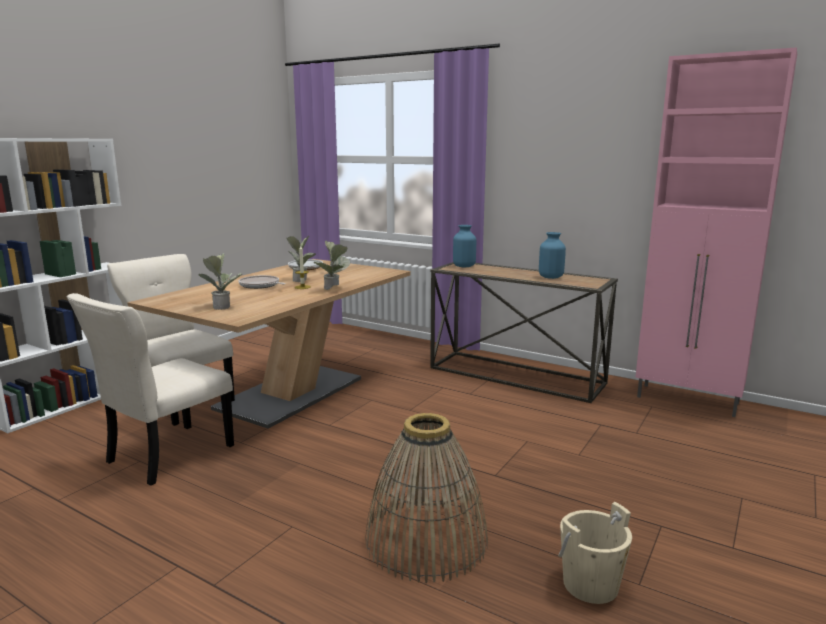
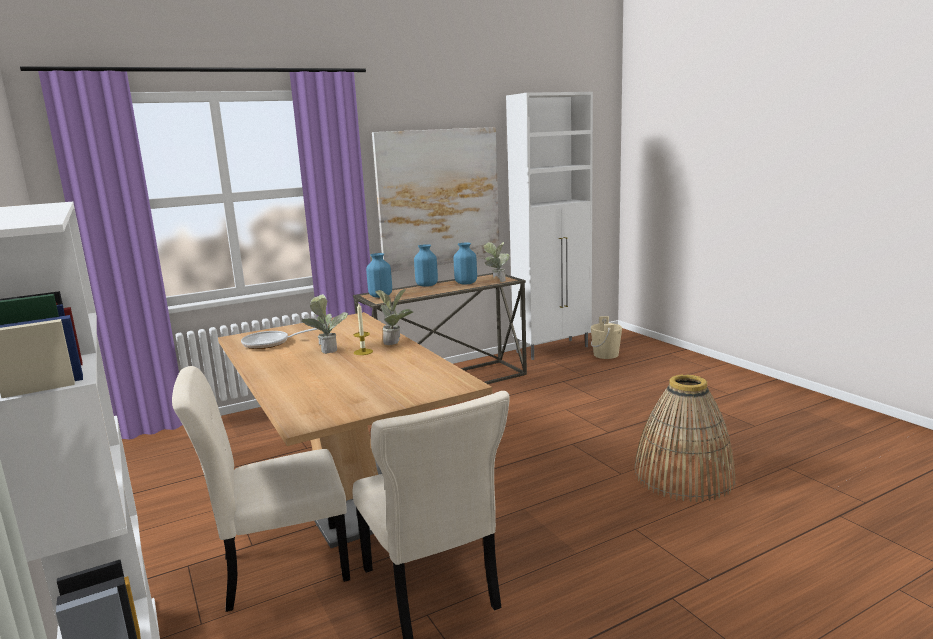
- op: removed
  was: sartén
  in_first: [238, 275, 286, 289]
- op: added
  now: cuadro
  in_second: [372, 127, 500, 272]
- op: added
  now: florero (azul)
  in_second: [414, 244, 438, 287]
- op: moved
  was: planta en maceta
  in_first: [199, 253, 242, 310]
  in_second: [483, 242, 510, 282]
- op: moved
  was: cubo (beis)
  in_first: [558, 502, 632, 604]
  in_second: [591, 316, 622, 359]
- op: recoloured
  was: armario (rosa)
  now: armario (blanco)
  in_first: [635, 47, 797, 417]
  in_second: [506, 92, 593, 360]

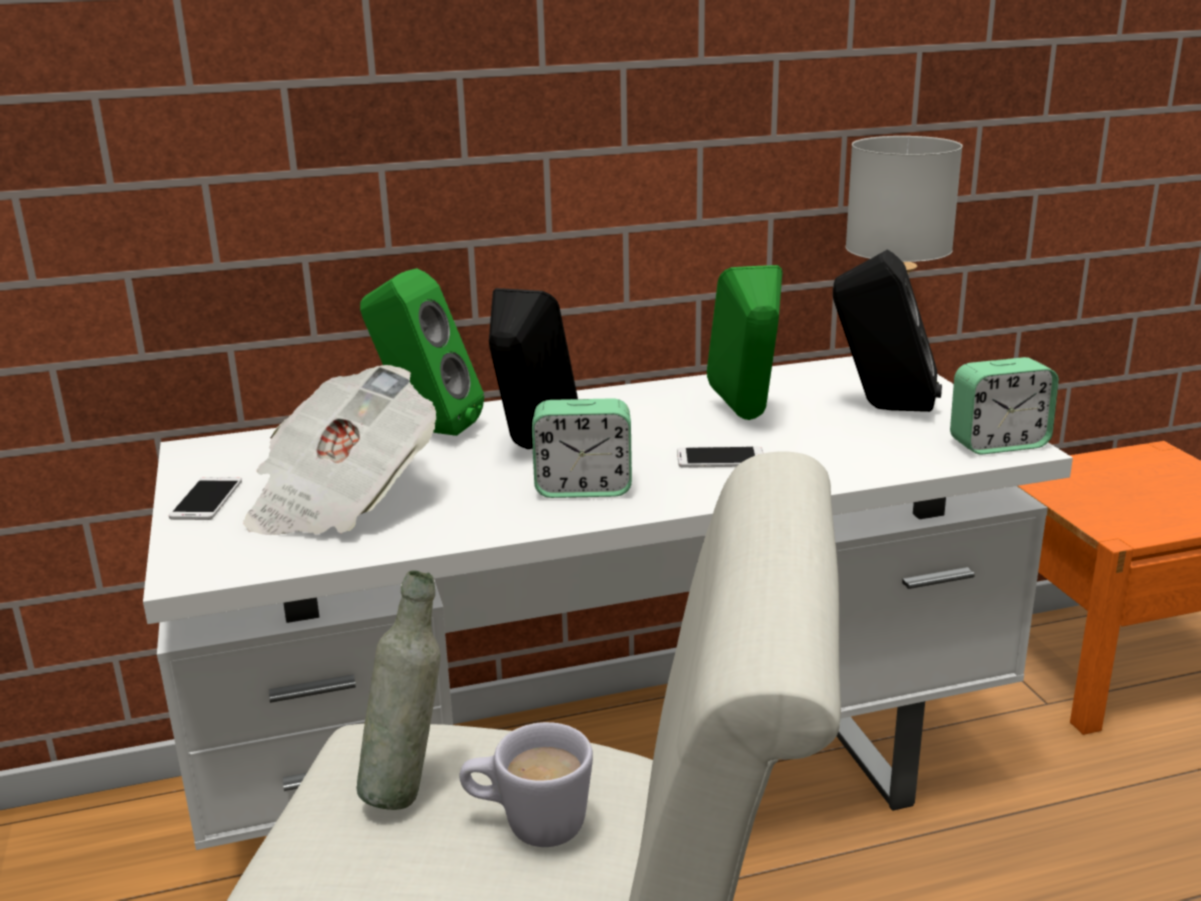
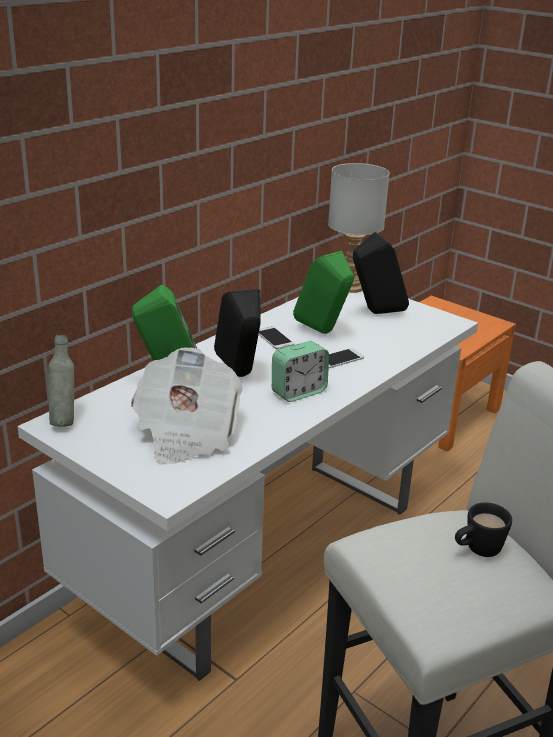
- op: removed
  was: despertador
  in_first: [950, 357, 1059, 455]
- op: moved
  was: móvil
  in_first: [169, 477, 242, 520]
  in_second: [259, 326, 294, 349]
- op: moved
  was: botella (gris)
  in_first: [356, 571, 441, 810]
  in_second: [48, 335, 74, 427]
- op: recoloured
  was: taza grande (blanco)
  now: taza grande (negro)
  in_first: [459, 722, 593, 847]
  in_second: [455, 502, 512, 557]

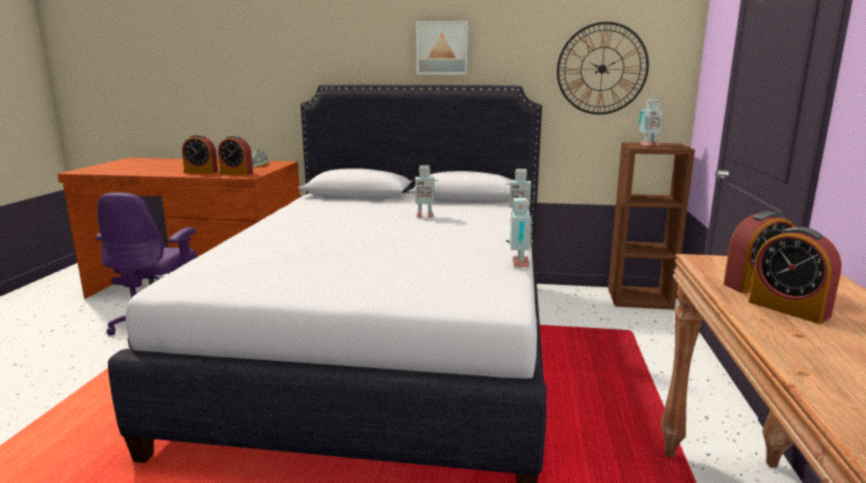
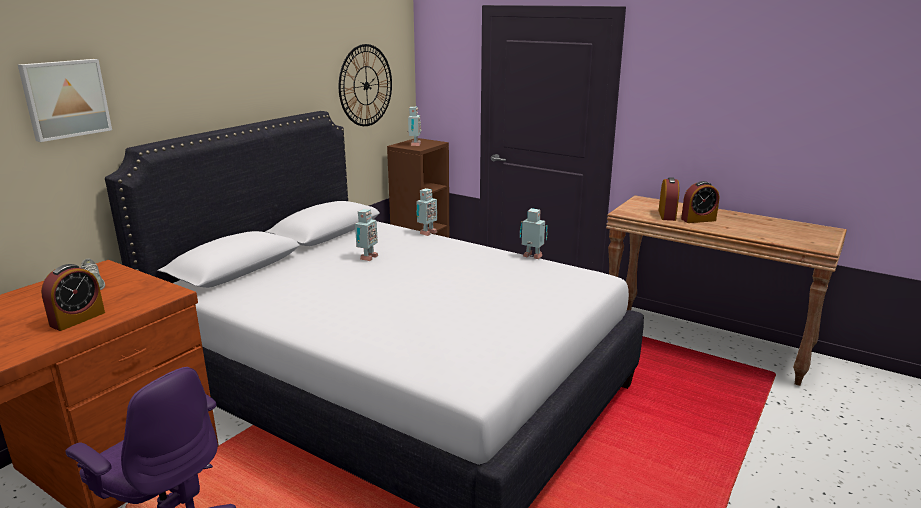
- op: removed
  was: despertador
  in_first: [218, 135, 253, 175]
- op: moved
  was: cuadro
  in_first: [416, 21, 468, 75]
  in_second: [18, 59, 112, 142]

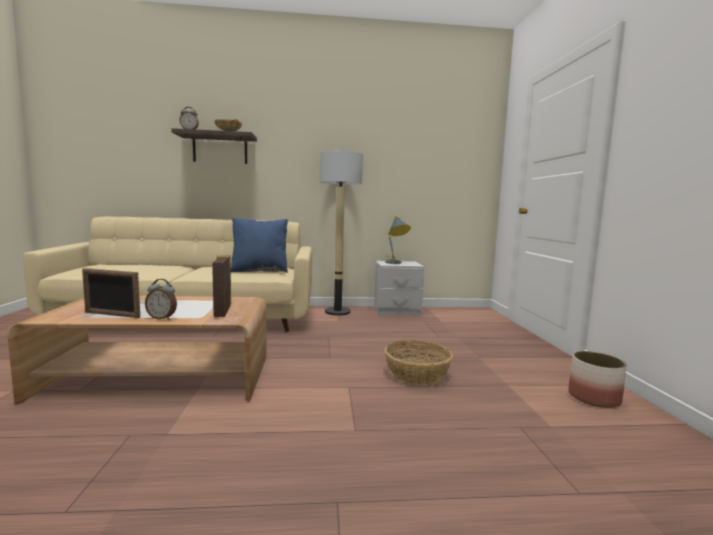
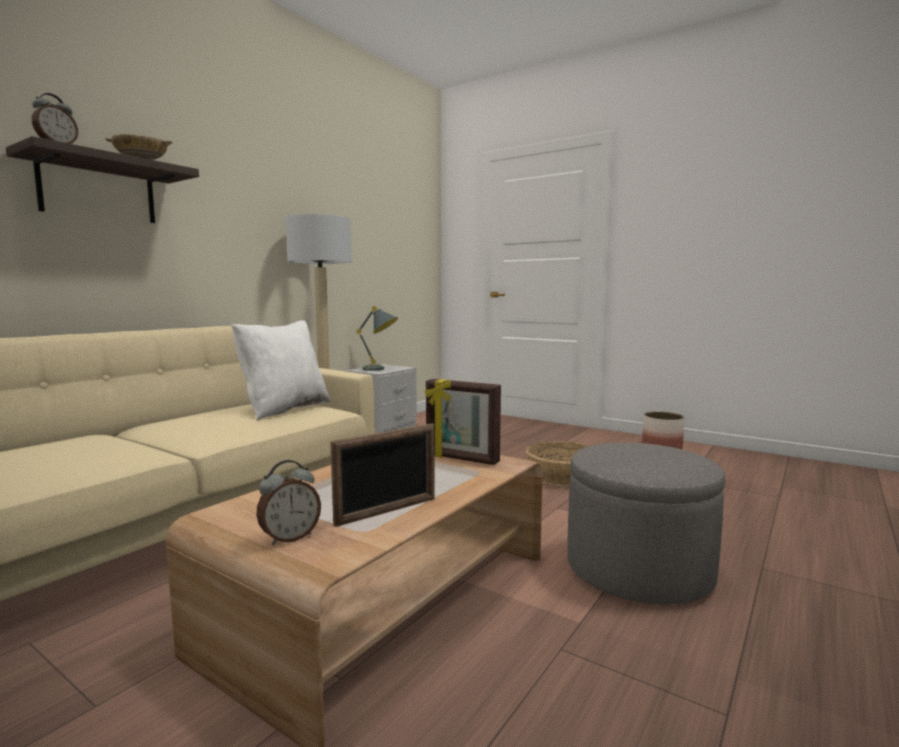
- op: added
  now: puf (gris)
  in_second: [567, 442, 725, 605]
- op: moved
  was: despertador
  in_first: [145, 279, 177, 320]
  in_second: [256, 460, 321, 545]
- op: recoloured
  was: cojín (azul)
  now: cojín (blanco)
  in_first: [231, 217, 288, 273]
  in_second: [232, 320, 330, 421]

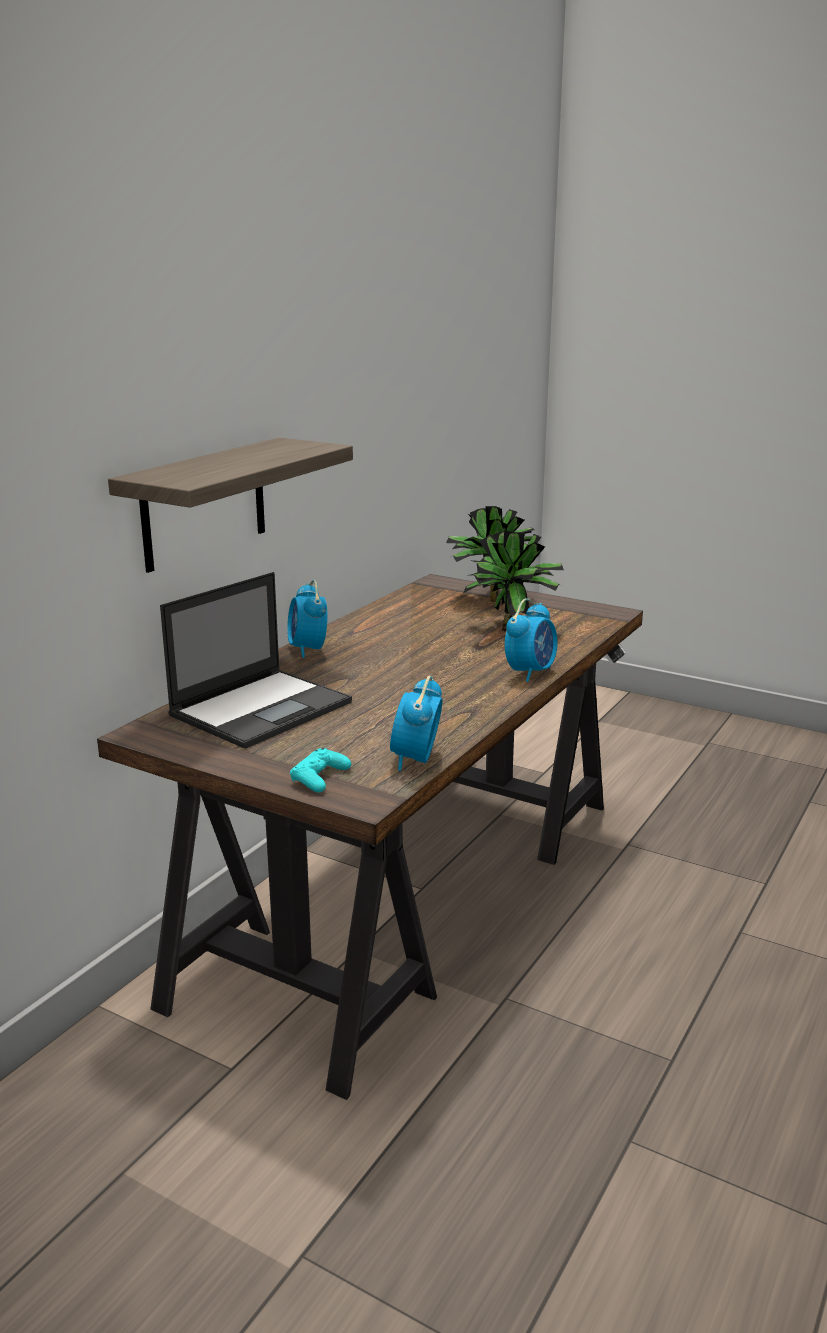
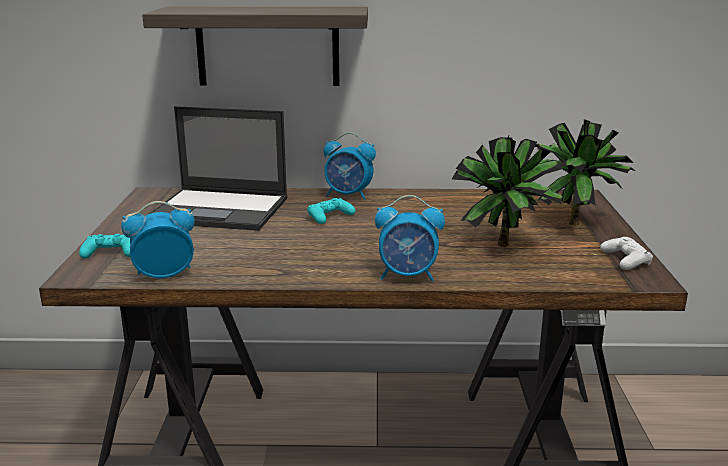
- op: added
  now: mando de consola (turquesa)
  in_second: [307, 198, 356, 224]
- op: added
  now: mando de consola (blanco)
  in_second: [600, 237, 653, 270]
- op: turned
  was: despertador
  in_first: [287, 580, 328, 658]
  in_second: [324, 133, 376, 200]
  clockwise: -120

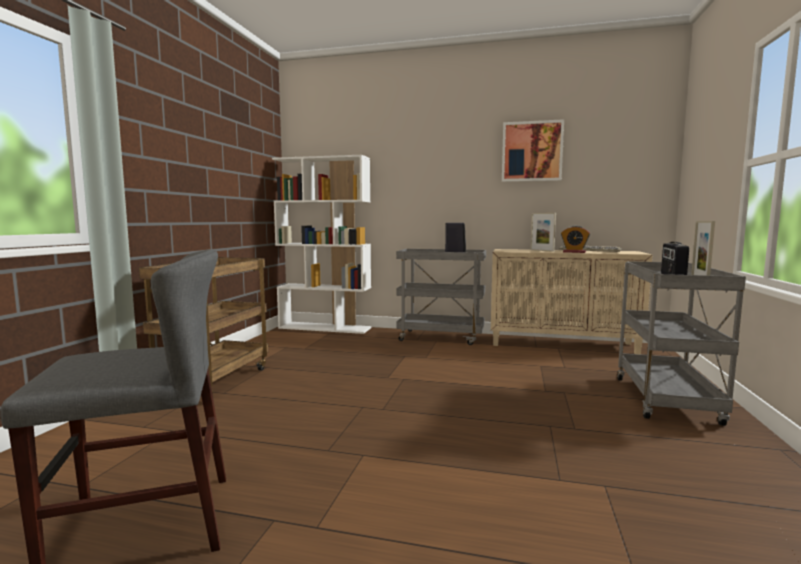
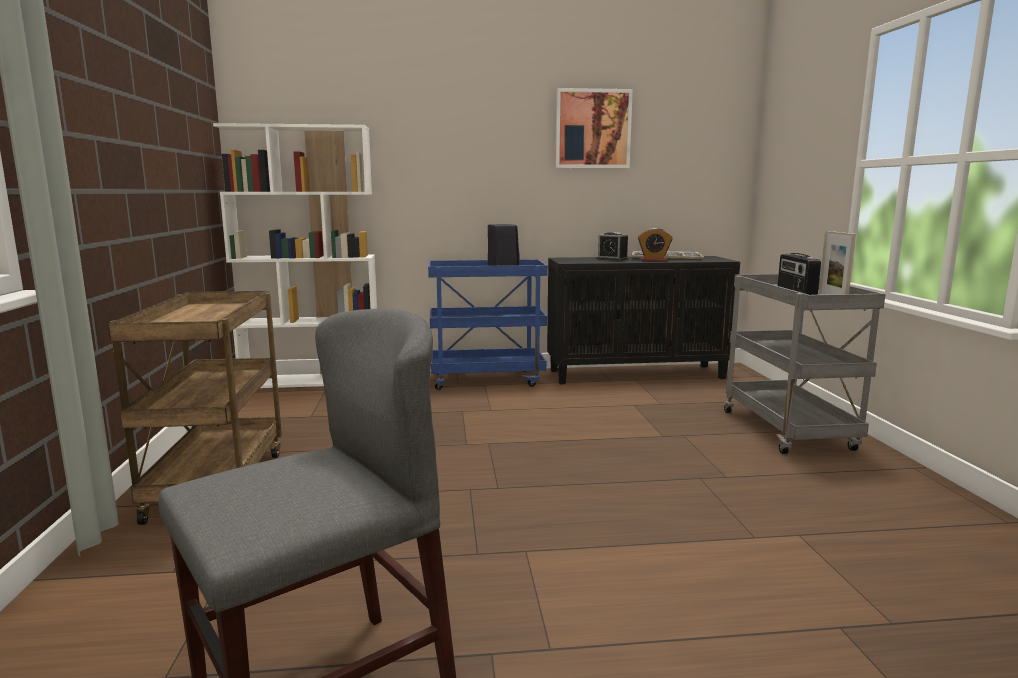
- op: replaced
  was: portarretratos
  now: despertador
  in_first: [530, 213, 556, 252]
  in_second: [596, 232, 628, 261]
- op: recoloured
  was: carrito (gris)
  now: carrito (azul)
  in_first: [396, 249, 486, 345]
  in_second: [428, 259, 548, 390]
- op: recoloured
  was: armario (beis)
  now: armario (negro)
  in_first: [491, 249, 652, 355]
  in_second: [547, 256, 740, 384]

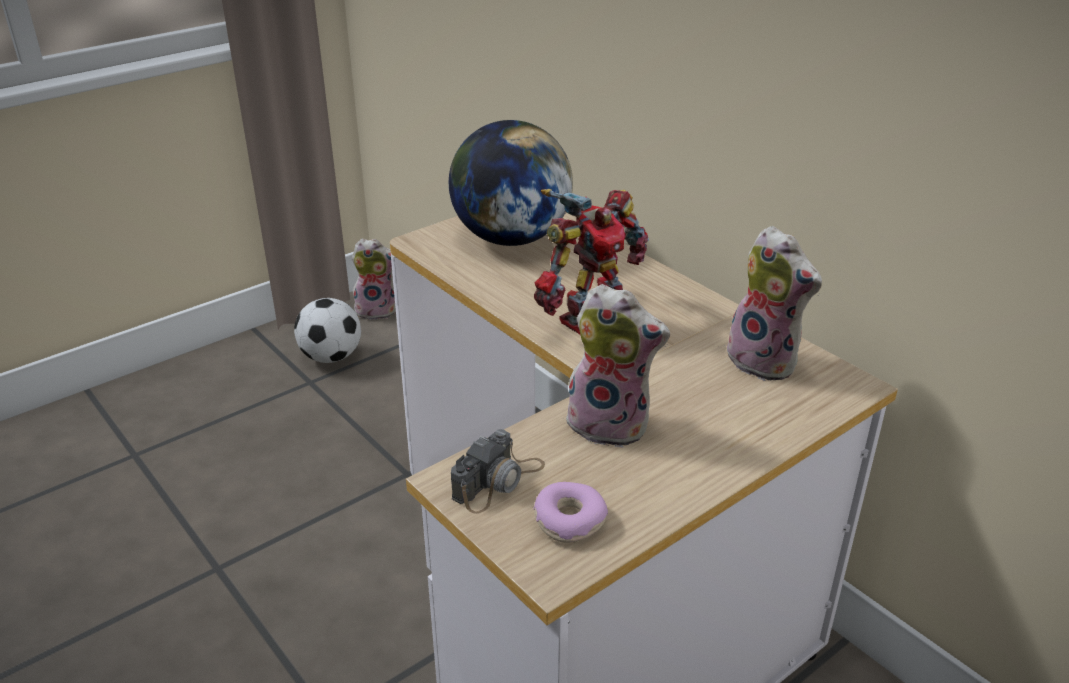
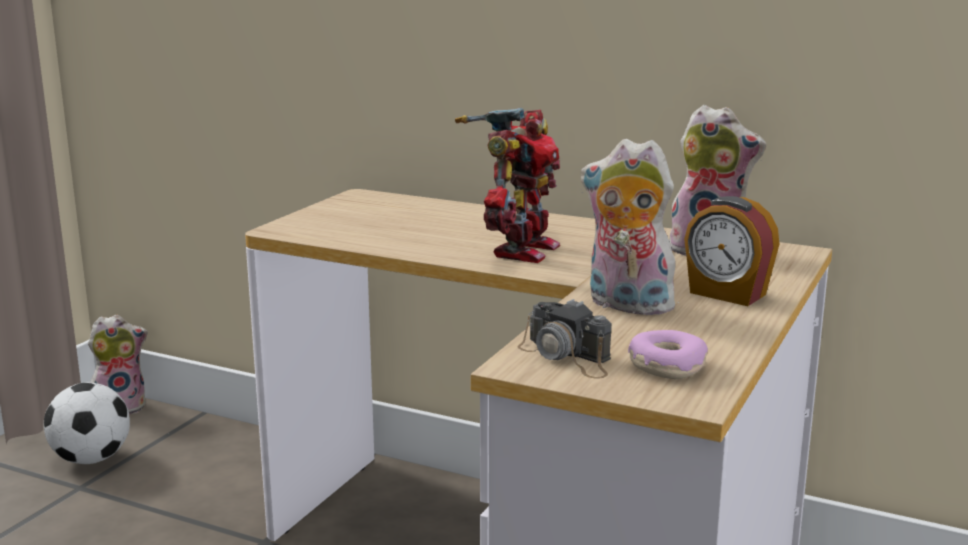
- op: removed
  was: globo terráqueo
  in_first: [449, 120, 573, 246]
- op: added
  now: despertador
  in_second: [684, 196, 779, 306]
- op: turned
  was: cámara
  in_first: [451, 429, 545, 514]
  in_second: [517, 299, 611, 379]
  clockwise: 120
- op: turned
  was: peluche
  in_first: [563, 284, 670, 448]
  in_second: [581, 139, 681, 317]
  clockwise: -150

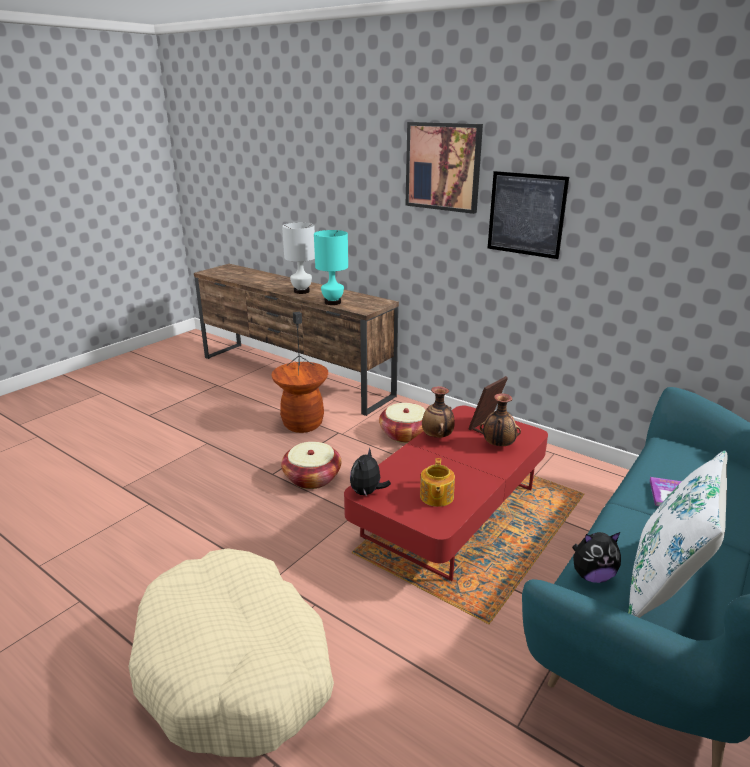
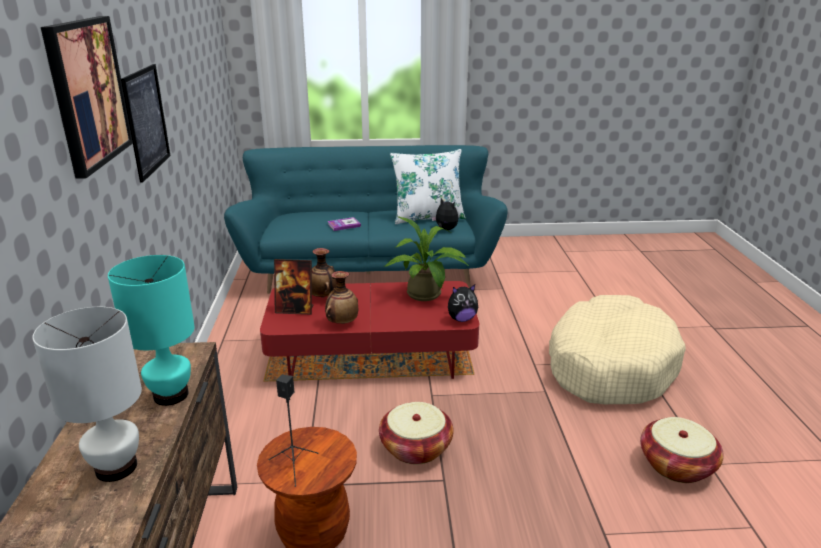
- op: moved
  was: cesta
  in_first: [379, 403, 426, 443]
  in_second: [640, 417, 724, 483]
- op: replaced
  was: tetera
  now: planta en maceta
  in_first: [420, 458, 455, 507]
  in_second: [384, 216, 469, 301]

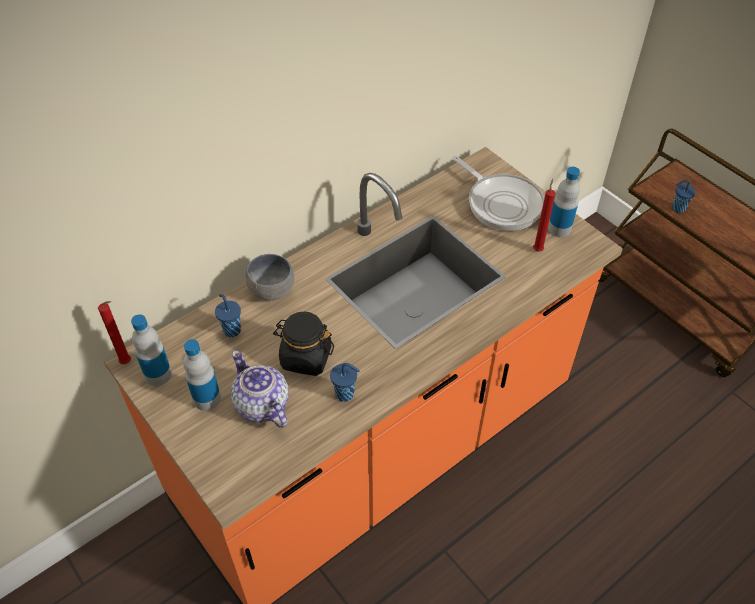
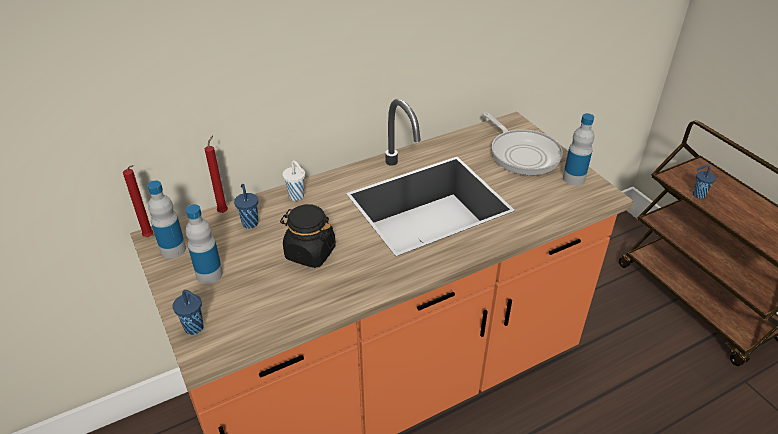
- op: removed
  was: tetera
  in_first: [231, 350, 289, 428]
- op: moved
  was: taza (azul)
  in_first: [330, 363, 360, 402]
  in_second: [173, 290, 204, 335]
- op: moved
  was: vela (rojo)
  in_first: [533, 179, 556, 251]
  in_second: [205, 135, 228, 213]
- op: replaced
  was: cuenco (gris)
  now: taza (blanco)
  in_first: [245, 254, 294, 301]
  in_second: [283, 161, 305, 201]

